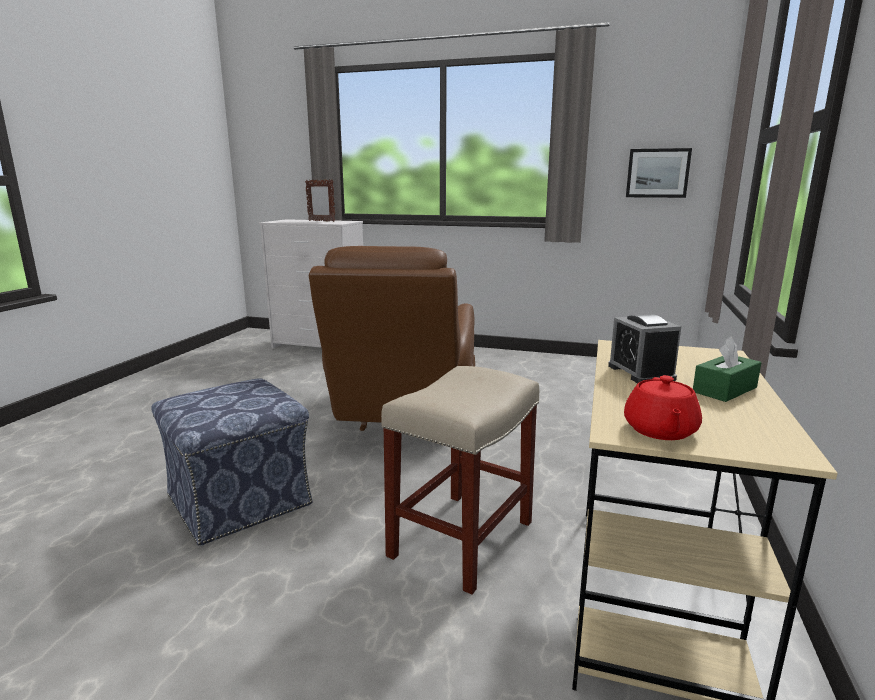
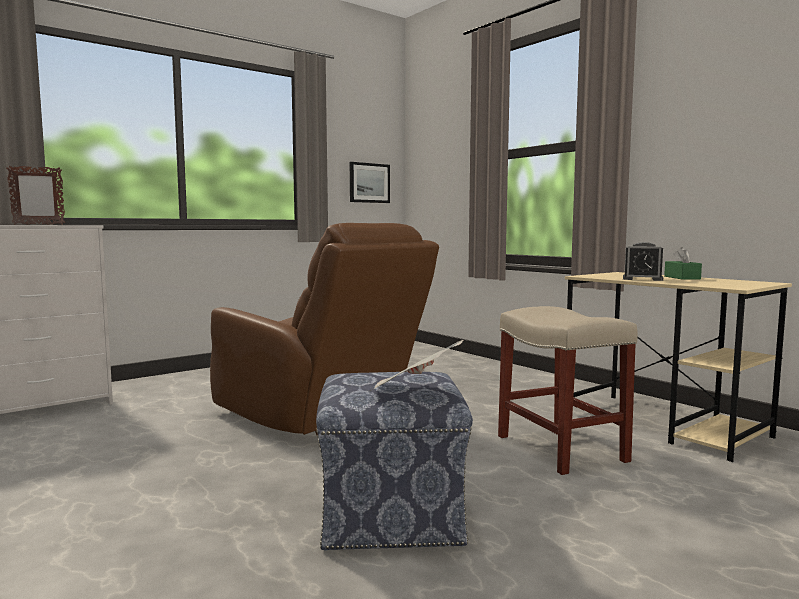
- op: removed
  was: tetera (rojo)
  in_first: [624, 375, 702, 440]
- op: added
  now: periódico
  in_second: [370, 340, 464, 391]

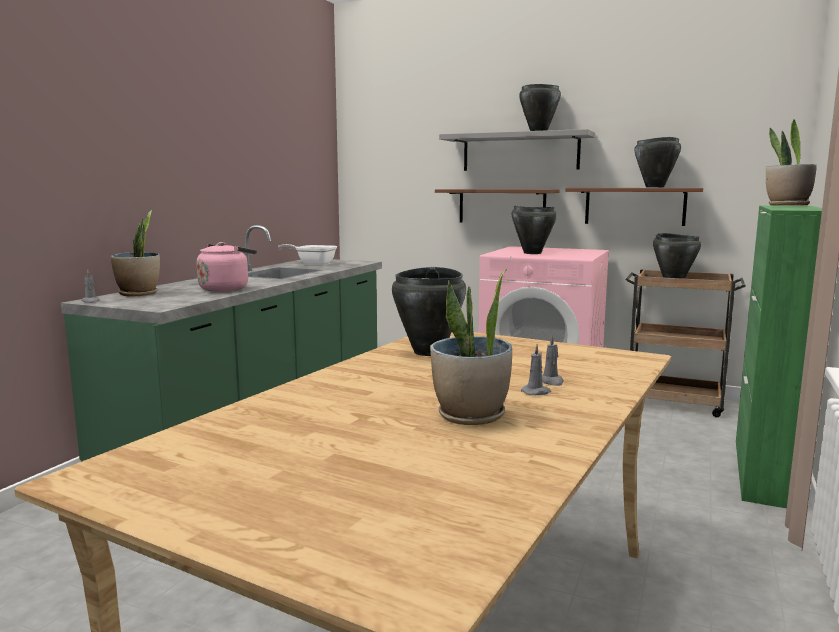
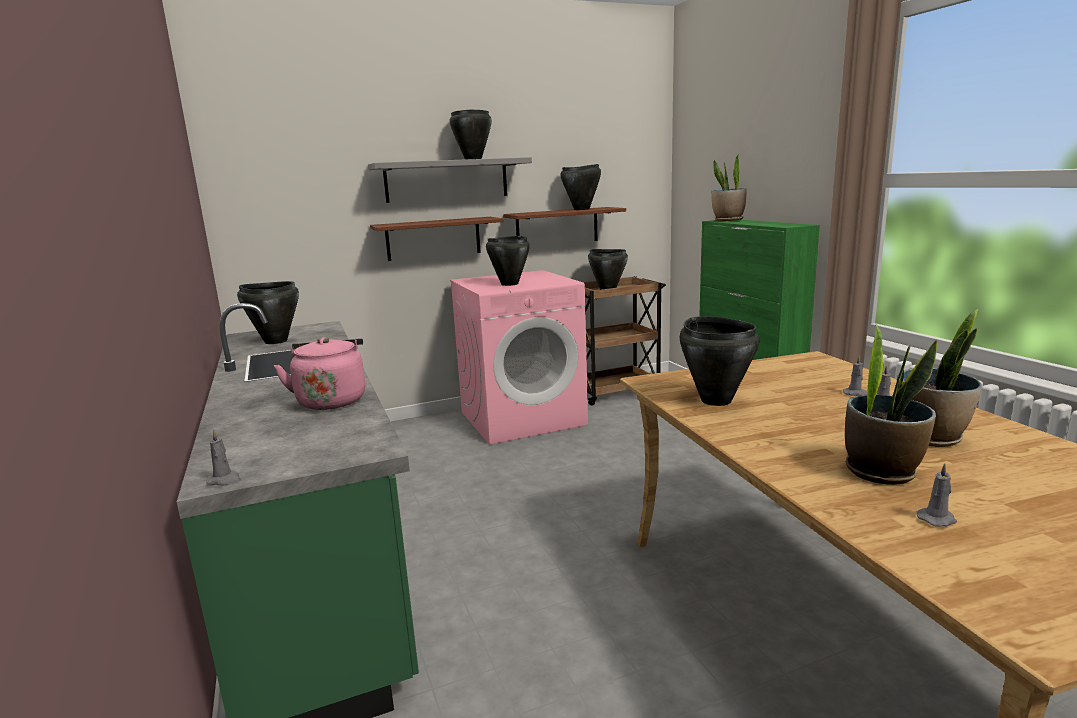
- op: added
  now: vela (gris)
  in_second: [916, 463, 957, 527]
- op: moved
  was: planta en maceta
  in_first: [111, 210, 160, 297]
  in_second: [845, 325, 937, 485]
- op: replaced
  was: sartén
  now: olla (negro)
  in_first: [278, 244, 337, 266]
  in_second: [237, 281, 299, 344]

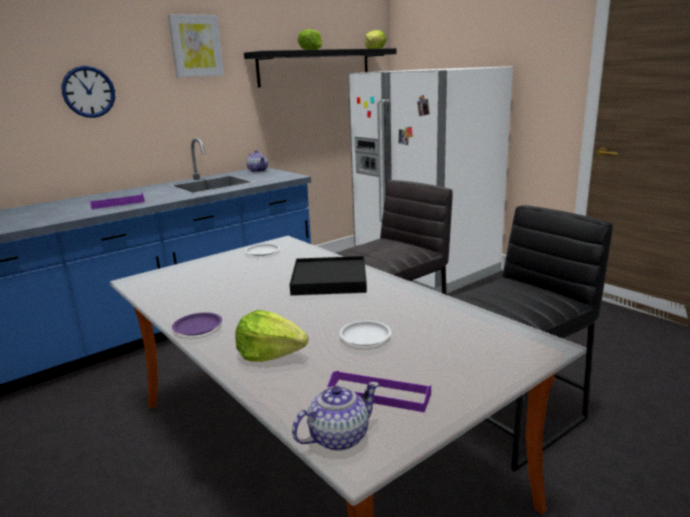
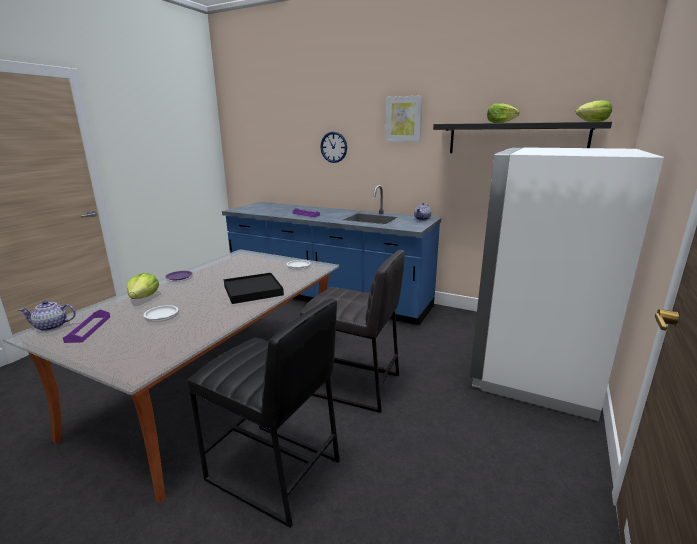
- op: turned
  was: tetera
  in_first: [292, 382, 379, 451]
  in_second: [19, 300, 76, 331]
  clockwise: 135

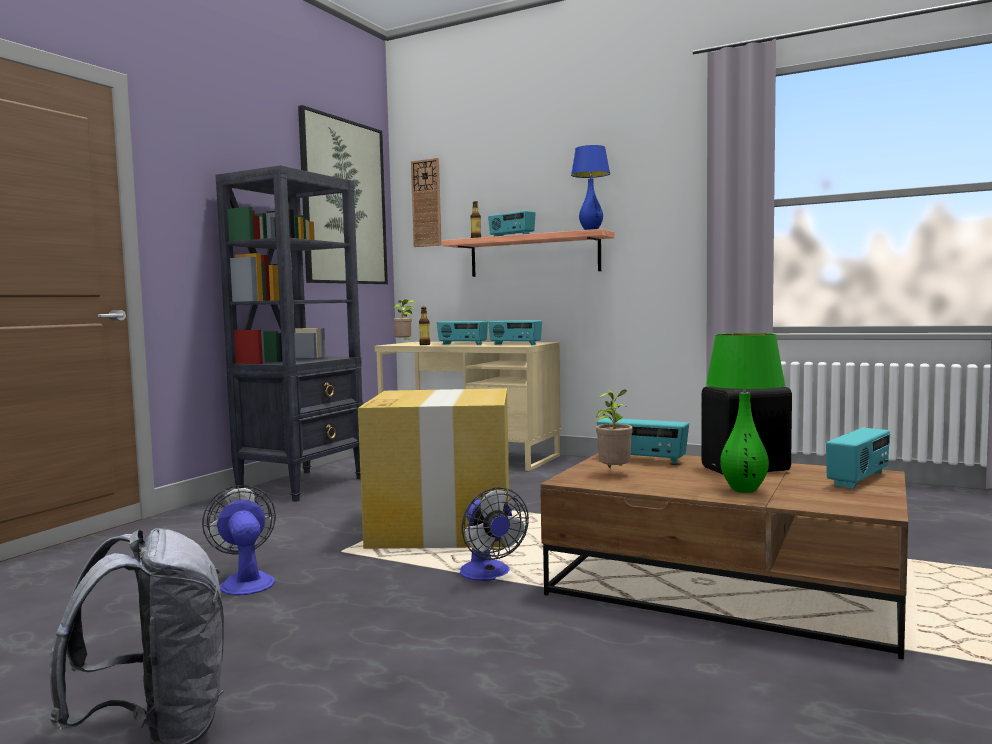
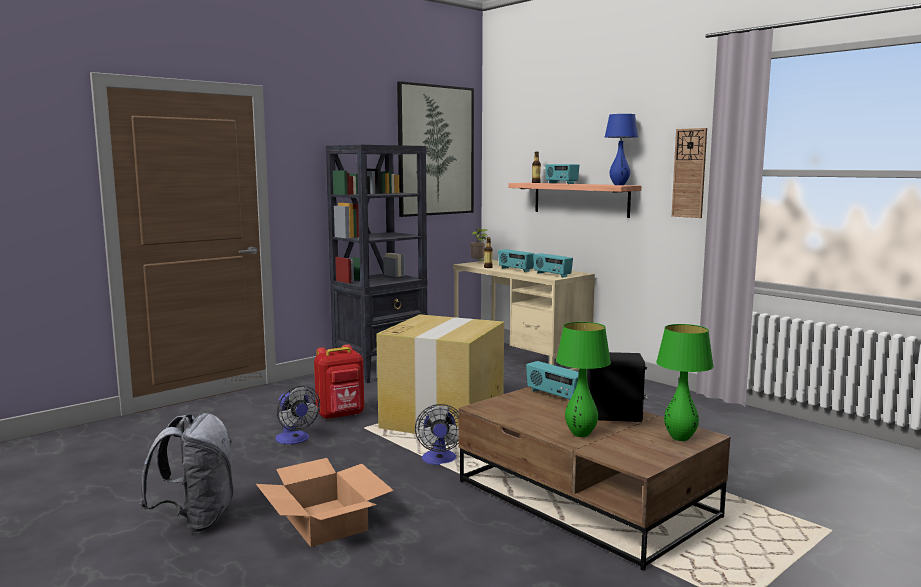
- op: removed
  was: planta en maceta
  in_first: [596, 389, 633, 468]
- op: added
  now: caja de cartón
  in_second: [256, 458, 394, 547]
- op: added
  now: mochila (rojo)
  in_second: [314, 344, 364, 420]
- op: moved
  was: reloj de pared
  in_first: [411, 158, 441, 247]
  in_second: [672, 128, 707, 218]
- op: replaced
  was: radio
  now: lámpara de mesa (verde)
  in_first: [826, 428, 890, 489]
  in_second: [656, 324, 714, 441]
- op: turned
  was: ventilador
  in_first: [202, 485, 276, 596]
  in_second: [275, 386, 320, 444]
  clockwise: 150

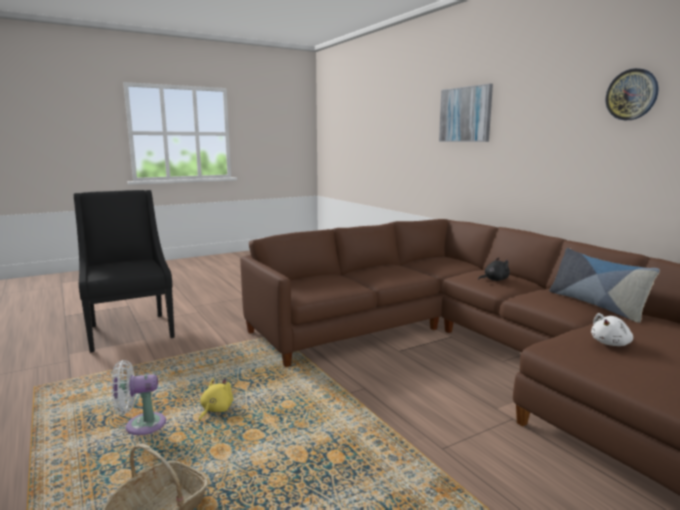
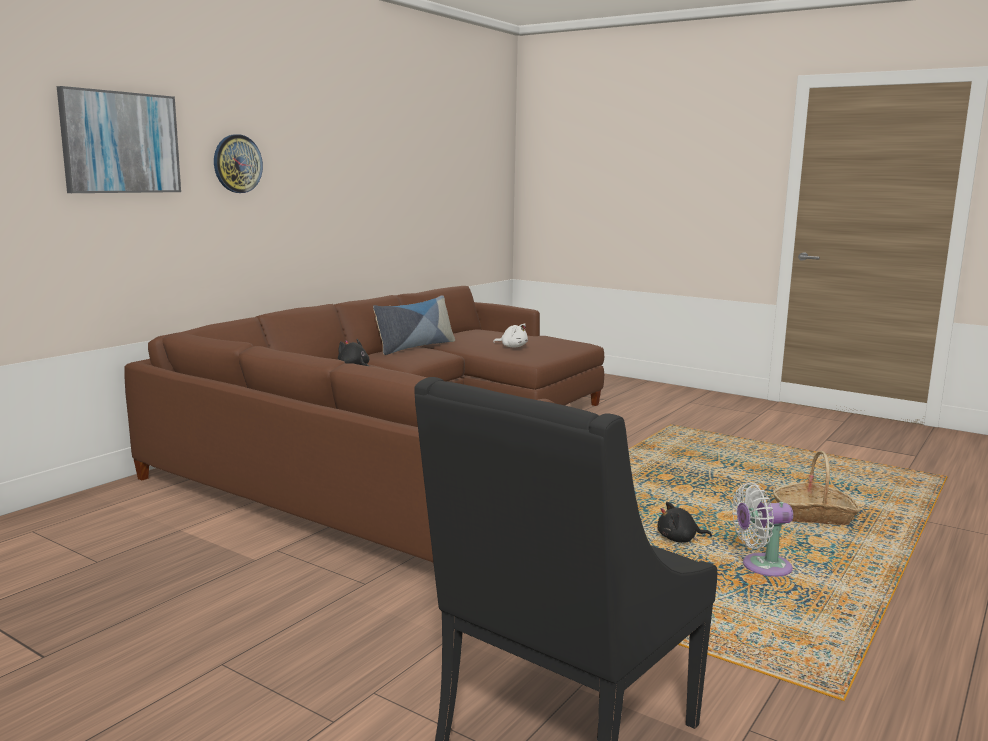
- op: moved
  was: reloj de pared
  in_first: [606, 68, 658, 120]
  in_second: [214, 134, 263, 193]
- op: recoloured
  was: peluche (amarillo)
  now: peluche (negro)
  in_first: [199, 378, 233, 421]
  in_second: [658, 502, 712, 543]
- op: turned
  was: ventilador (blanco)
  in_first: [111, 360, 166, 435]
  in_second: [732, 483, 793, 577]
  clockwise: 120

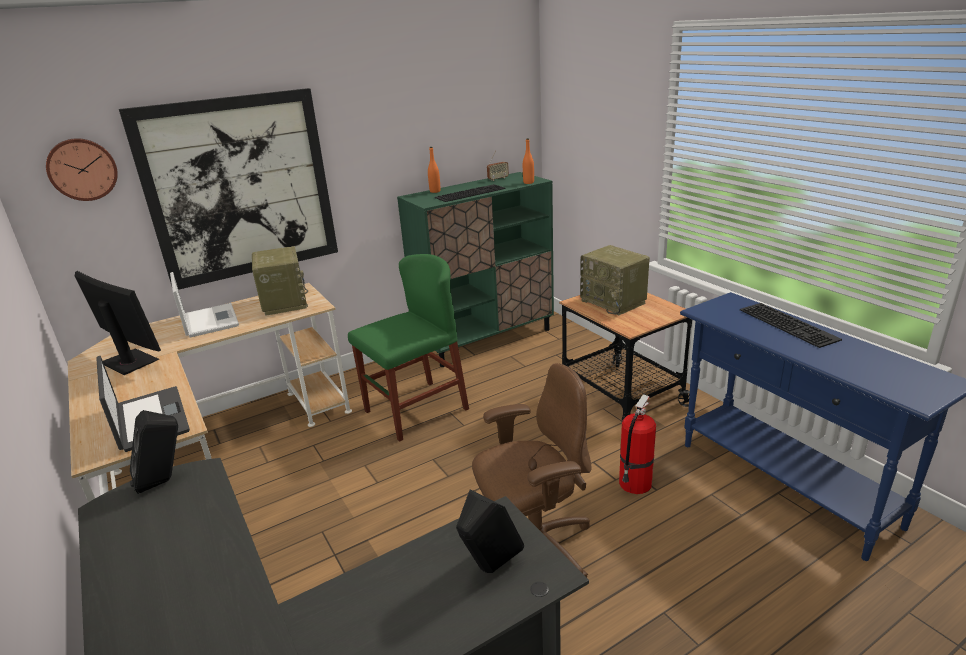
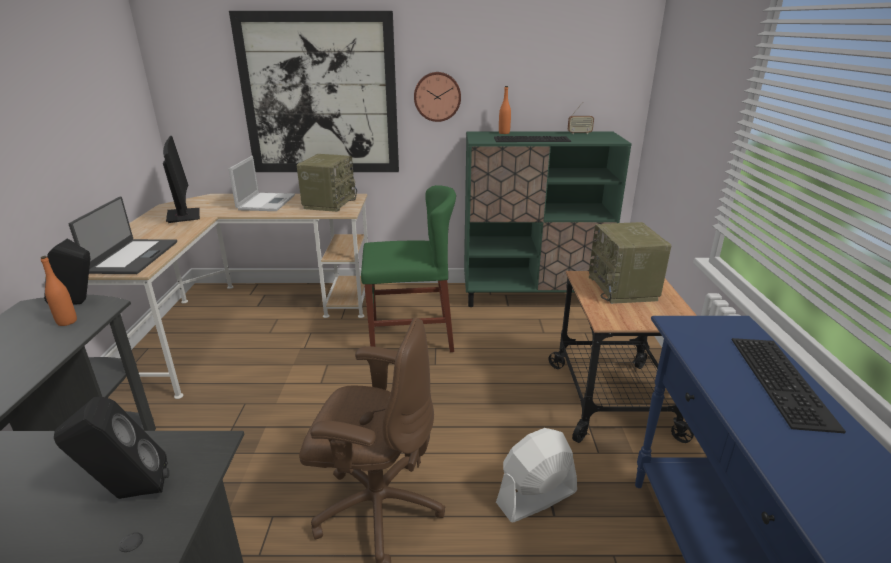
- op: moved
  was: reloj de pared
  in_first: [46, 138, 118, 201]
  in_second: [414, 72, 461, 122]
- op: moved
  was: botella (naranja)
  in_first: [523, 138, 534, 184]
  in_second: [41, 256, 77, 326]
- op: replaced
  was: extintor
  now: ventilador (blanco)
  in_first: [619, 394, 656, 494]
  in_second: [496, 428, 577, 522]

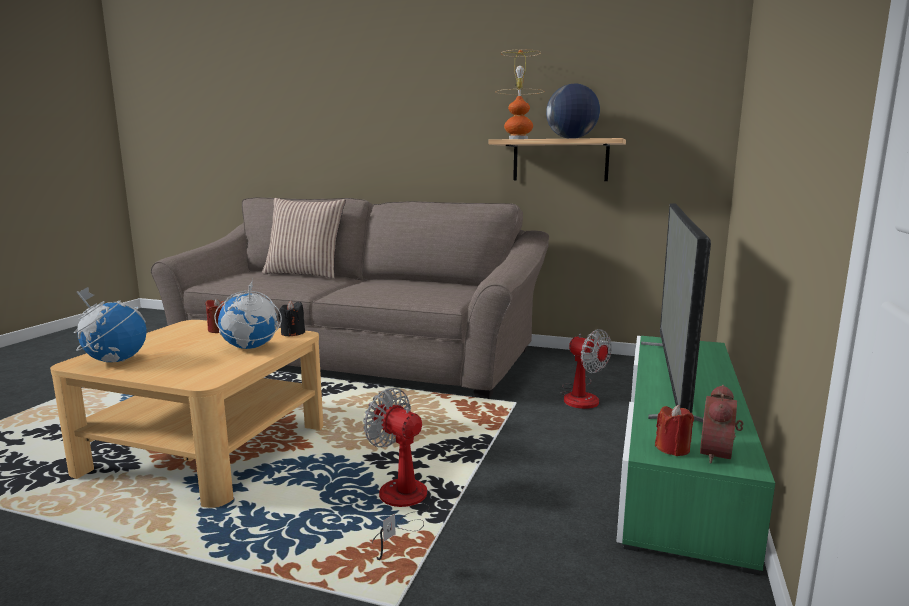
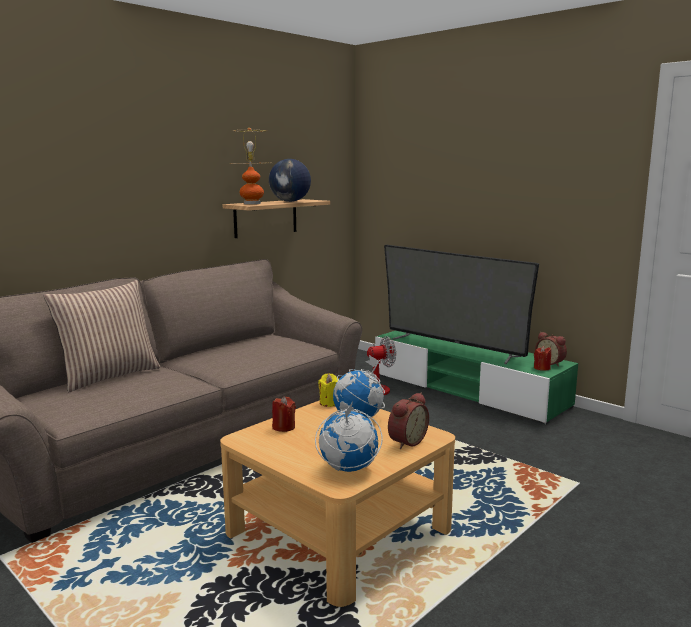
- op: removed
  was: ventilador
  in_first: [363, 388, 430, 560]
- op: added
  now: despertador
  in_second: [388, 393, 429, 449]
- op: recoloured
  was: vela (negro)
  now: vela (amarillo)
  in_first: [278, 301, 305, 337]
  in_second: [318, 373, 339, 407]

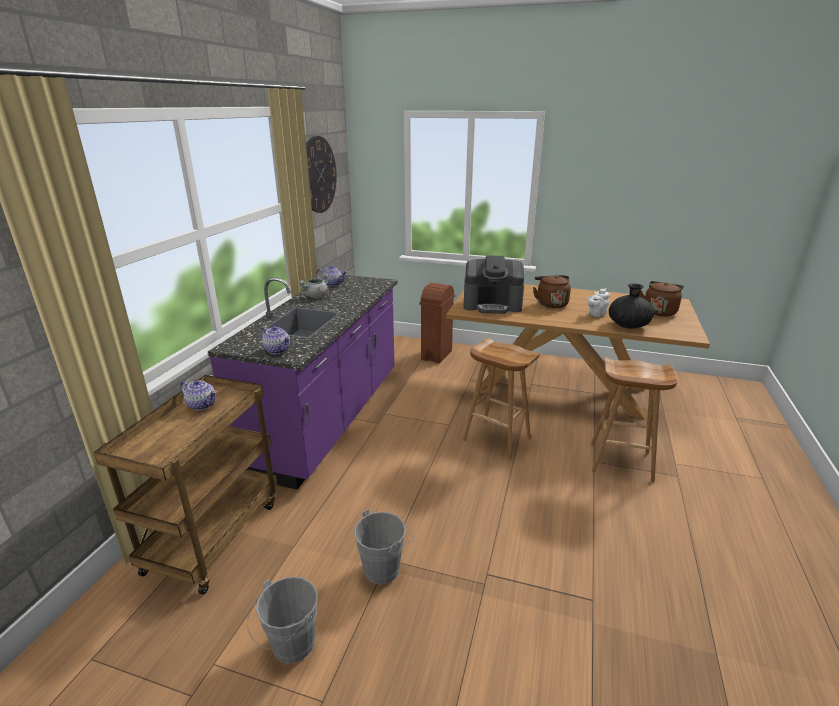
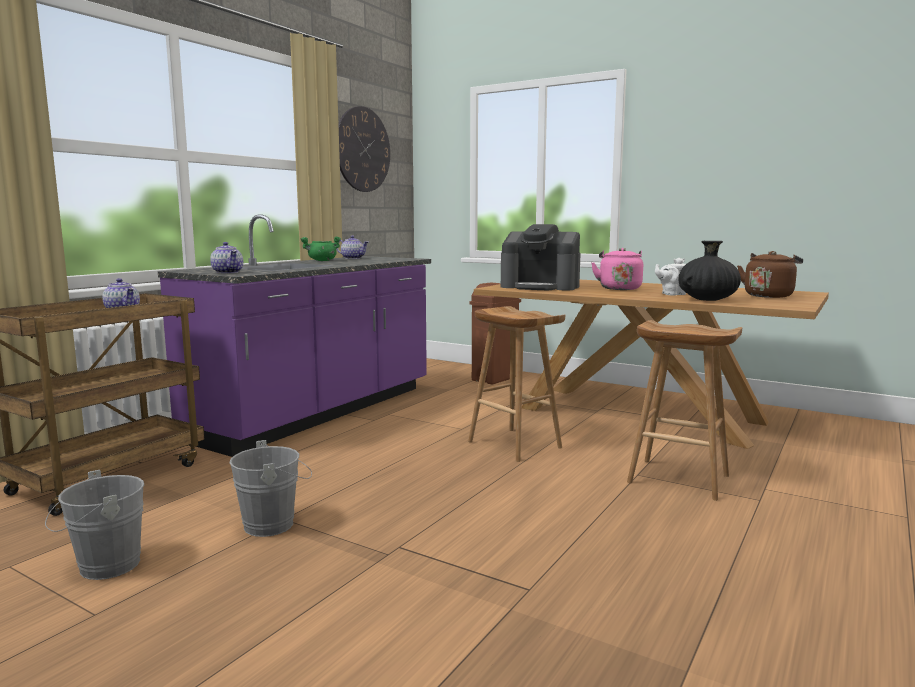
- op: recoloured
  was: olla (gris)
  now: olla (verde)
  in_first: [298, 274, 329, 298]
  in_second: [301, 236, 341, 261]
- op: recoloured
  was: hervidor (marrón)
  now: hervidor (rosa)
  in_first: [533, 275, 571, 308]
  in_second: [591, 248, 643, 290]

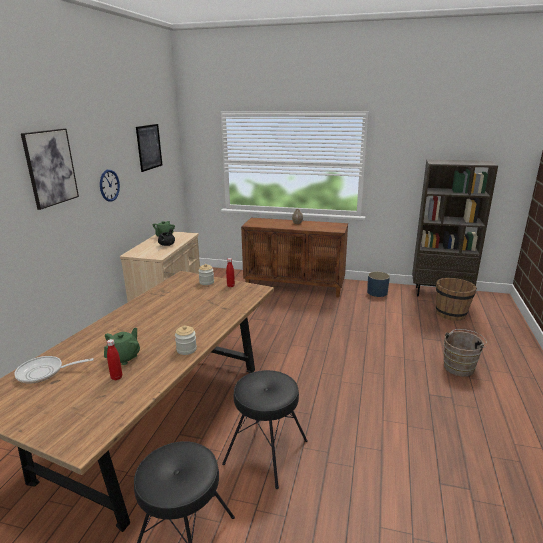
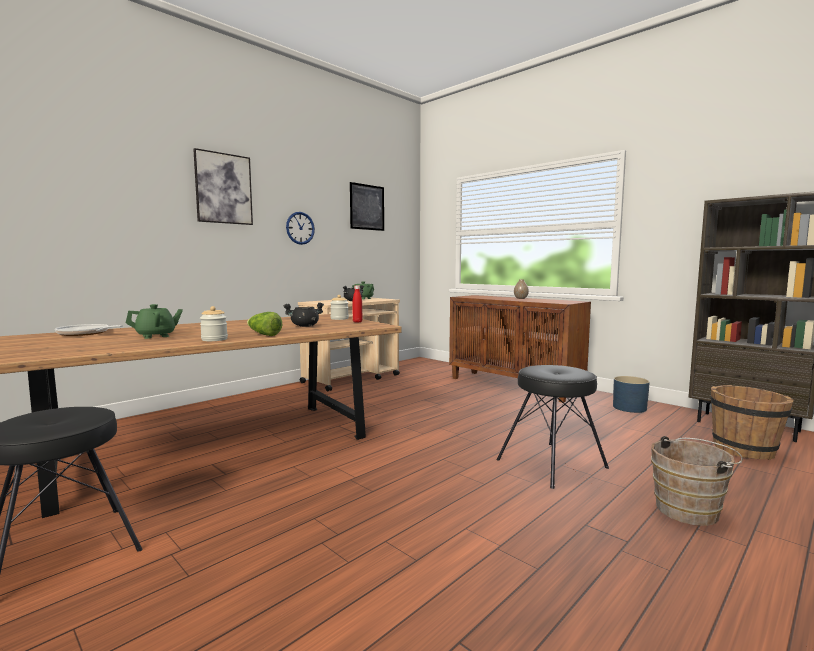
- op: removed
  was: botella (rojo)
  in_first: [107, 339, 122, 380]
- op: added
  now: lechuga
  in_second: [247, 312, 282, 336]
- op: added
  now: olla (negro)
  in_second: [283, 302, 324, 327]
- op: moved
  was: taburete (negro)
  in_first: [222, 370, 308, 489]
  in_second: [497, 365, 609, 489]

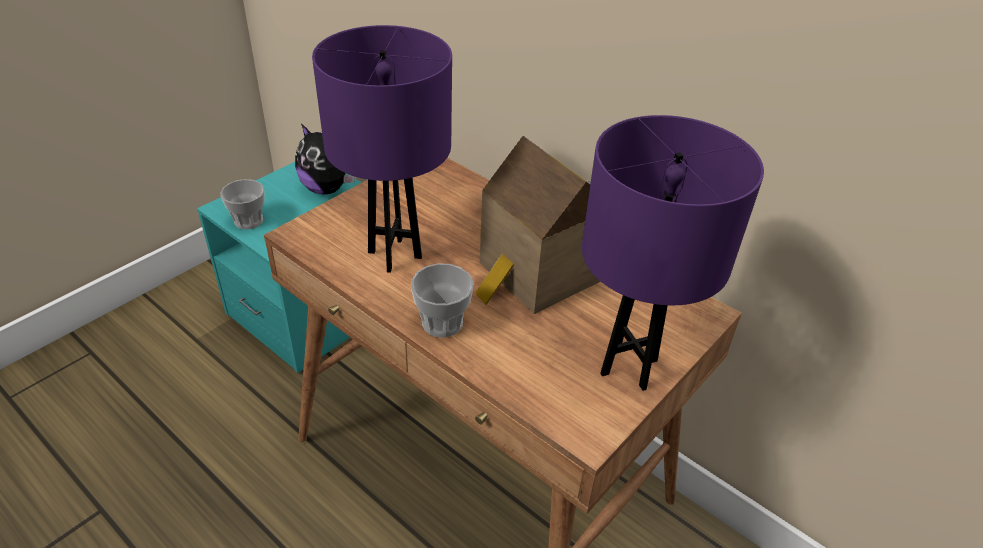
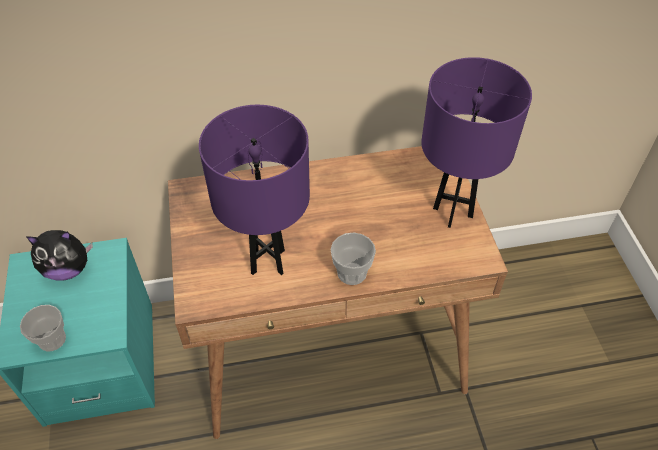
- op: removed
  was: casita
  in_first: [474, 136, 601, 314]

